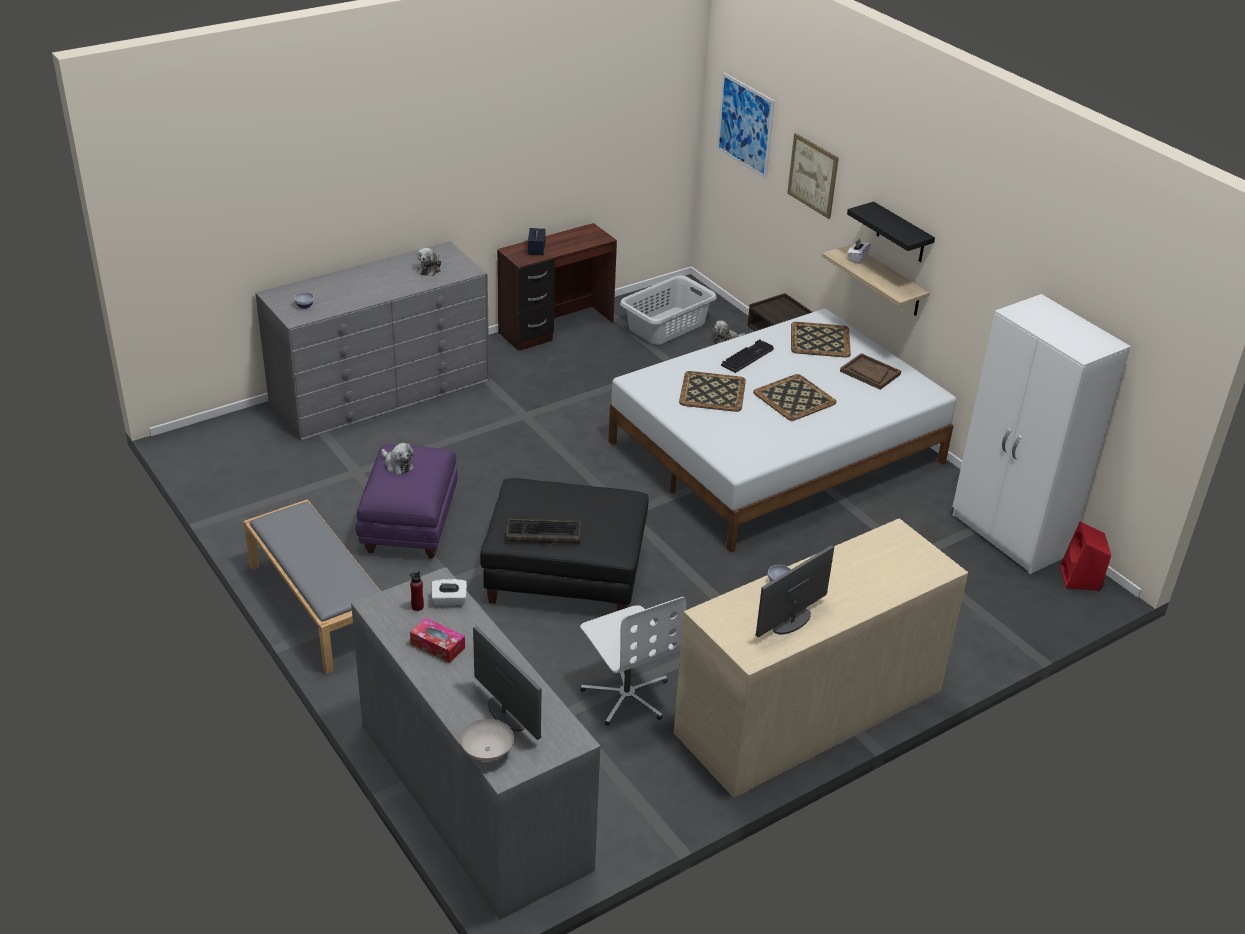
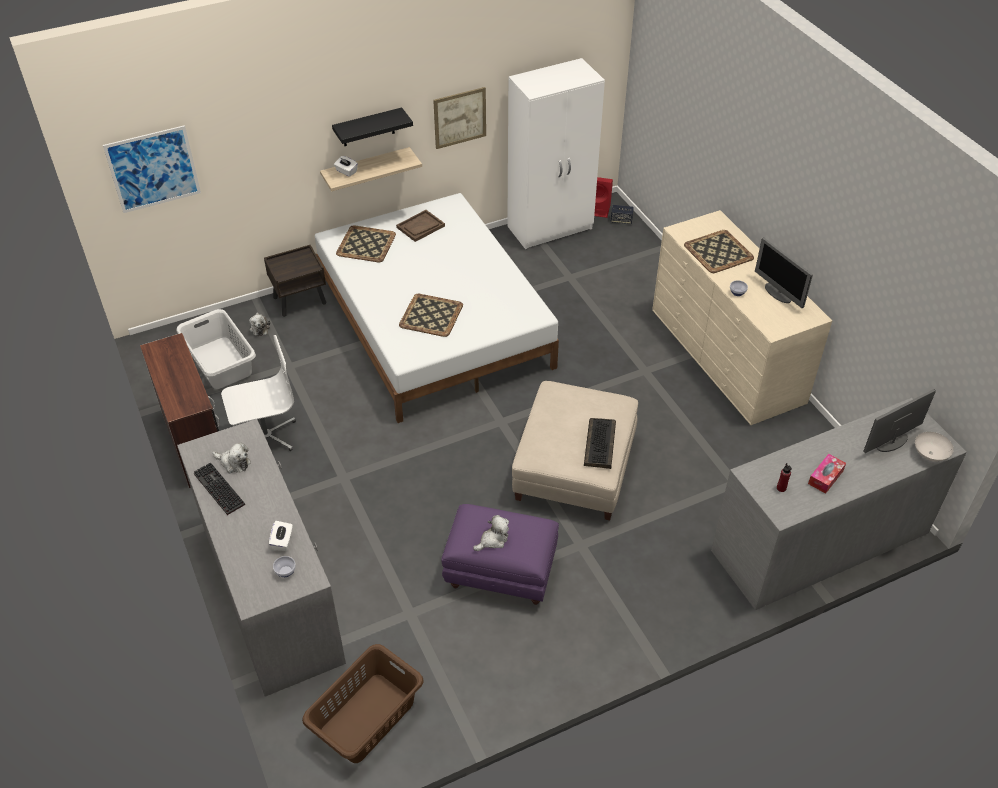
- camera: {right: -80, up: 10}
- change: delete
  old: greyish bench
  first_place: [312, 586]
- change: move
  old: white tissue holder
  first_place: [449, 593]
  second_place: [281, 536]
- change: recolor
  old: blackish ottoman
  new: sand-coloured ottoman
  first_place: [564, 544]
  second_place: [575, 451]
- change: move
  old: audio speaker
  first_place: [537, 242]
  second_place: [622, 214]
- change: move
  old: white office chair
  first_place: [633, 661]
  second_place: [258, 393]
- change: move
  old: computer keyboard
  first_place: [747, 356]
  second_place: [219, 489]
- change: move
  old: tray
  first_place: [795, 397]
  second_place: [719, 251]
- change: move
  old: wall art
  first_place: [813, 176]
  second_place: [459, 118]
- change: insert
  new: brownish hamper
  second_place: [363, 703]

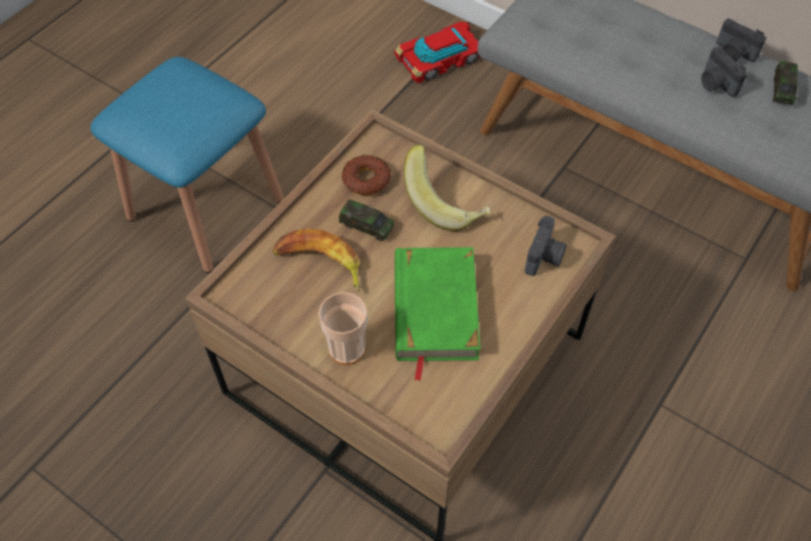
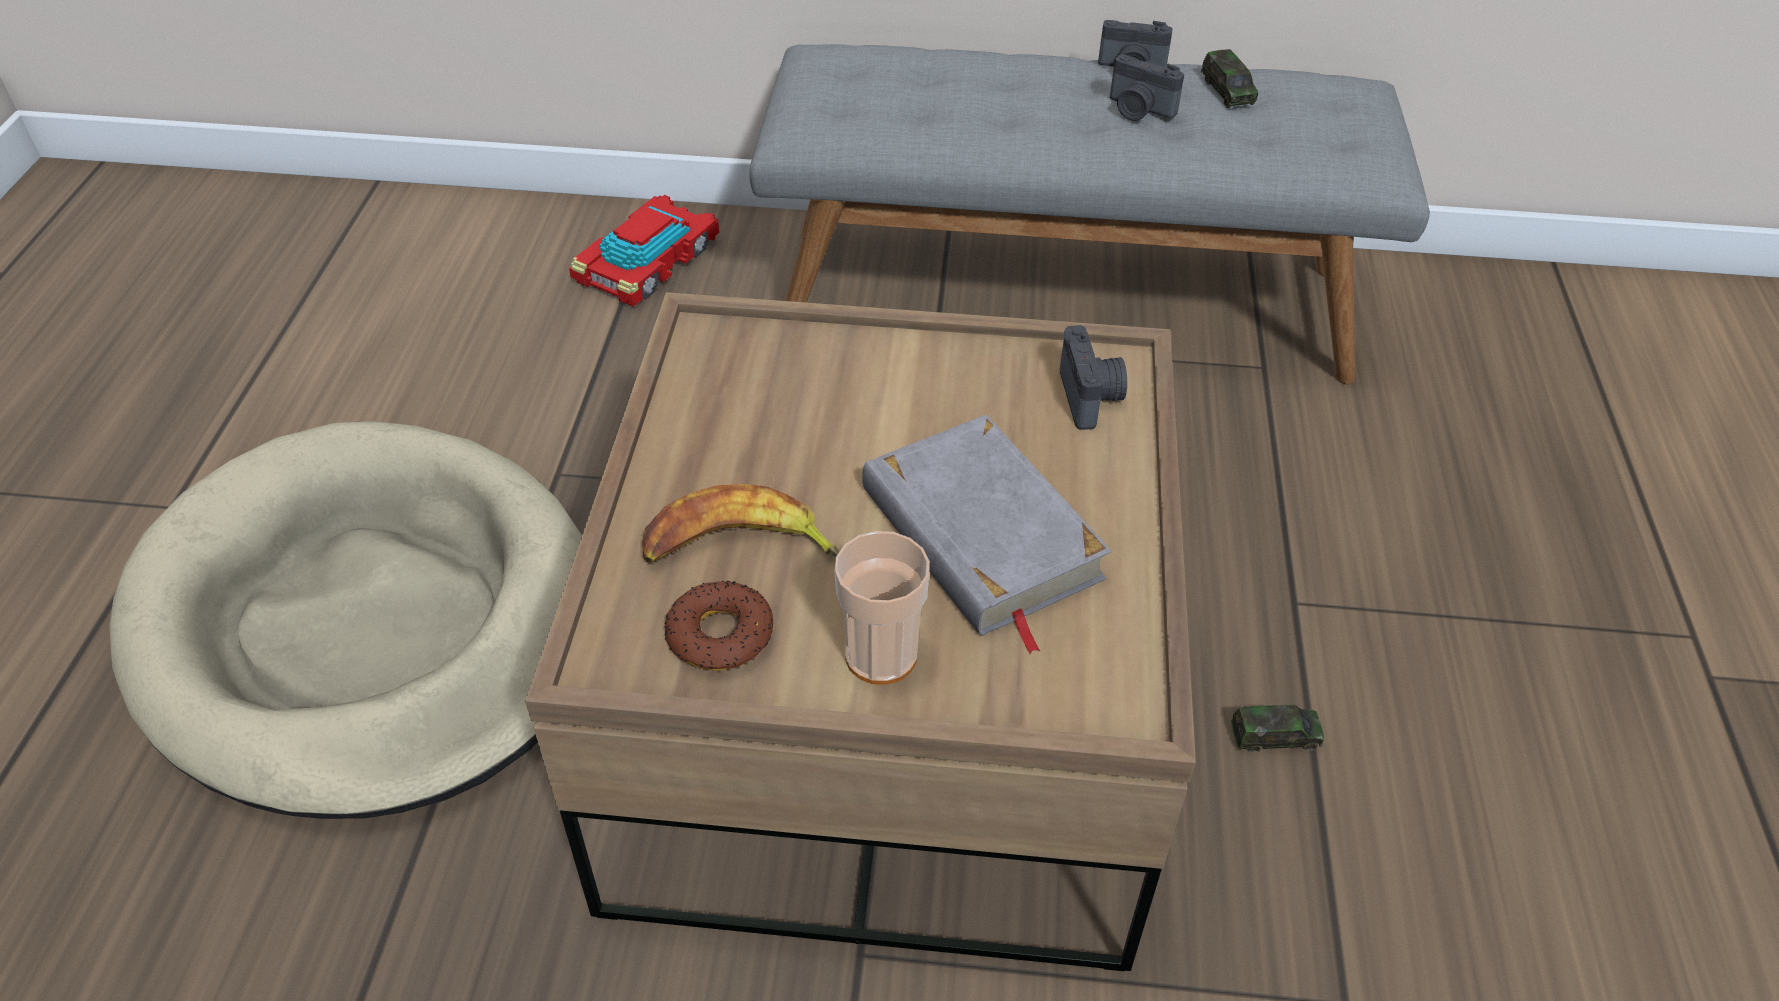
- camera: {right: -30, up: -10}
- change: replace
  old: blue-coloured sitting stool
  new: sand-coloured dog cushion
  first_place: [187, 165]
  second_place: [345, 620]
- change: move
  old: model car
  first_place: [366, 220]
  second_place: [1277, 728]
- change: move
  old: doughnut
  first_place: [366, 175]
  second_place: [718, 626]
- change: recolor
  old: green-coloured volume
  new: greyish volume
  first_place: [437, 314]
  second_place: [987, 534]
- change: delete
  old: banana
  first_place: [447, 187]

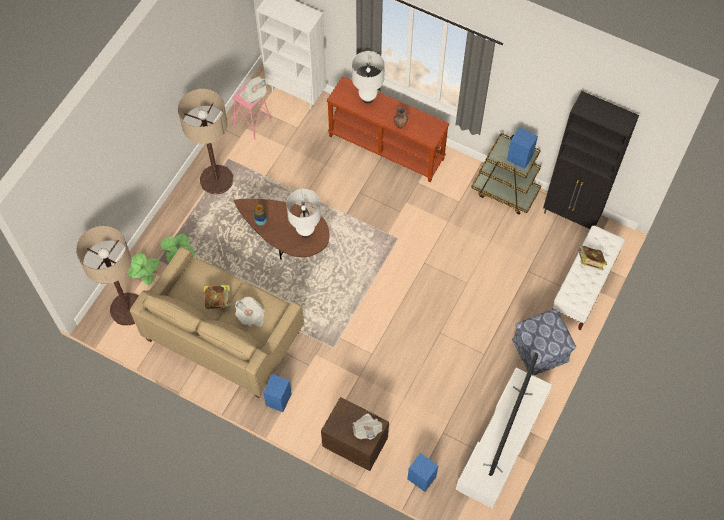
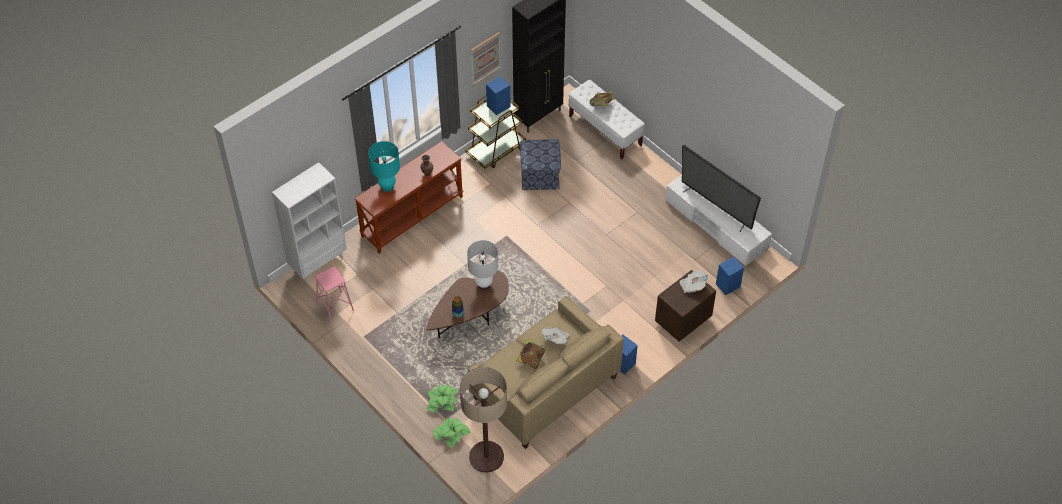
- camera: {right: -70, up: -10}
- change: delete
  old: standing lamp
  first_place: [205, 141]
- change: delete
  old: daily paper
  first_place: [253, 90]
- change: recolor
  old: white table lamp
  new: blue-green table lamp
  first_place: [368, 77]
  second_place: [384, 166]
- change: move
  old: ottoman
  first_place: [544, 342]
  second_place: [540, 164]
- change: insert
  new: wall art
  second_place: [486, 58]

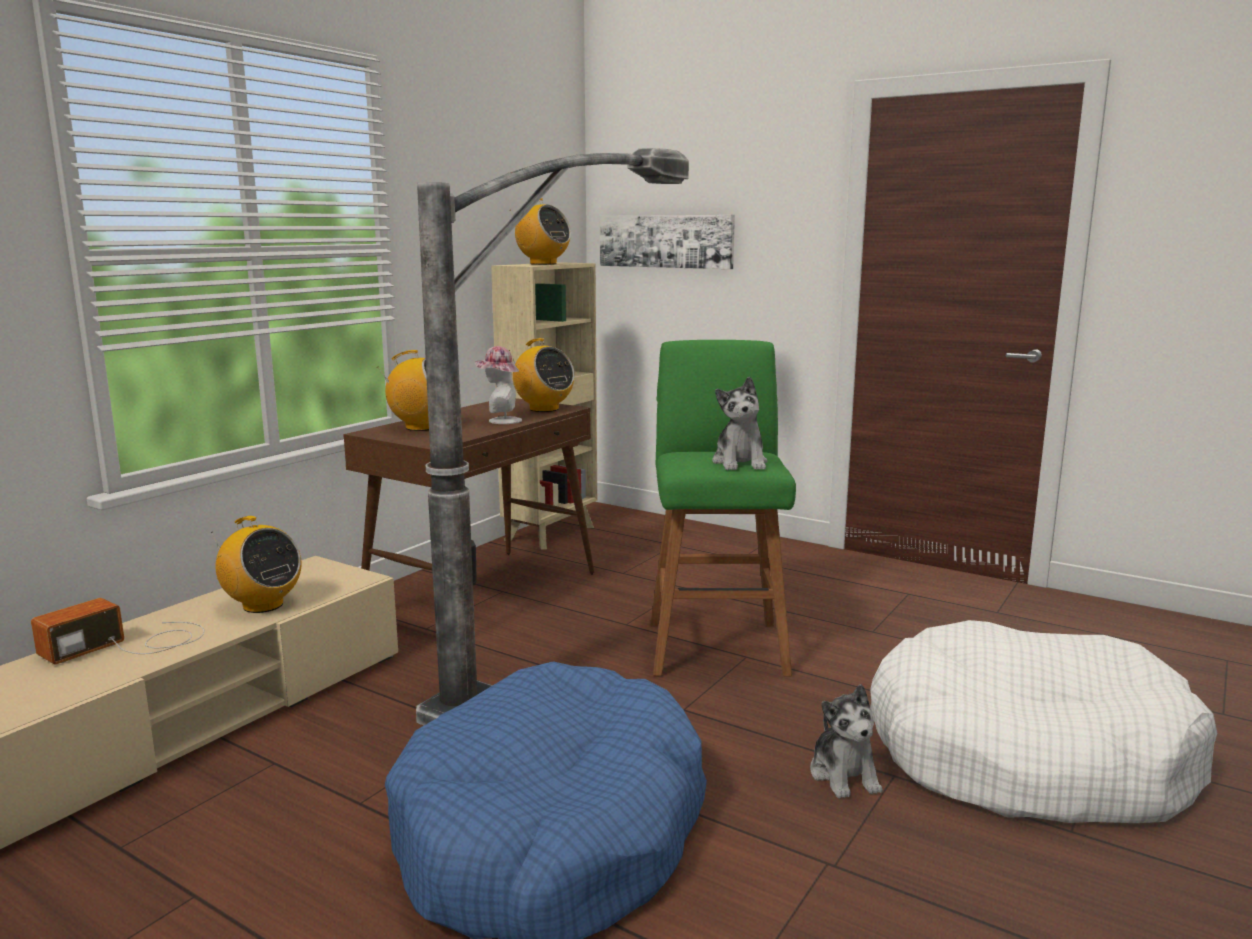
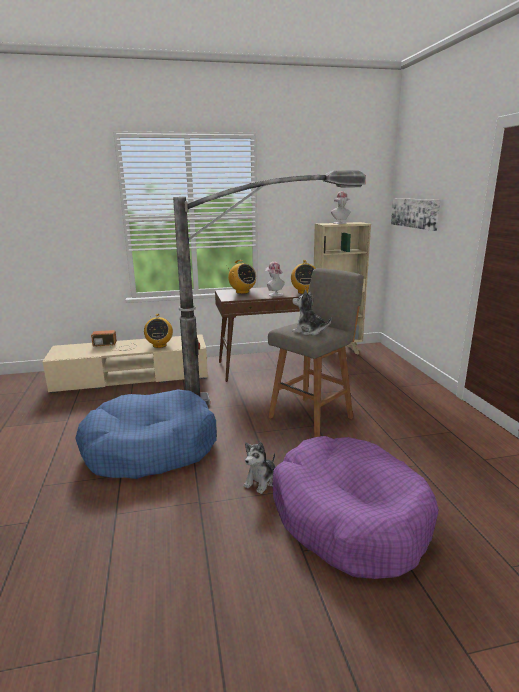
- camera: {right: 45, up: 5}
- change: replace
  old: radio
  new: hat
  first_place: [540, 231]
  second_place: [340, 207]
- change: recolor
  old: green-coloured sitting stool
  new: greyish sitting stool
  first_place: [723, 508]
  second_place: [316, 352]
- change: rotate
  old: soft toy
  first_place: [739, 423]
  second_place: [311, 312]
  degrees: 75
- change: recolor
  old: white dog cushion
  new: purple dog cushion
  first_place: [1043, 721]
  second_place: [356, 507]

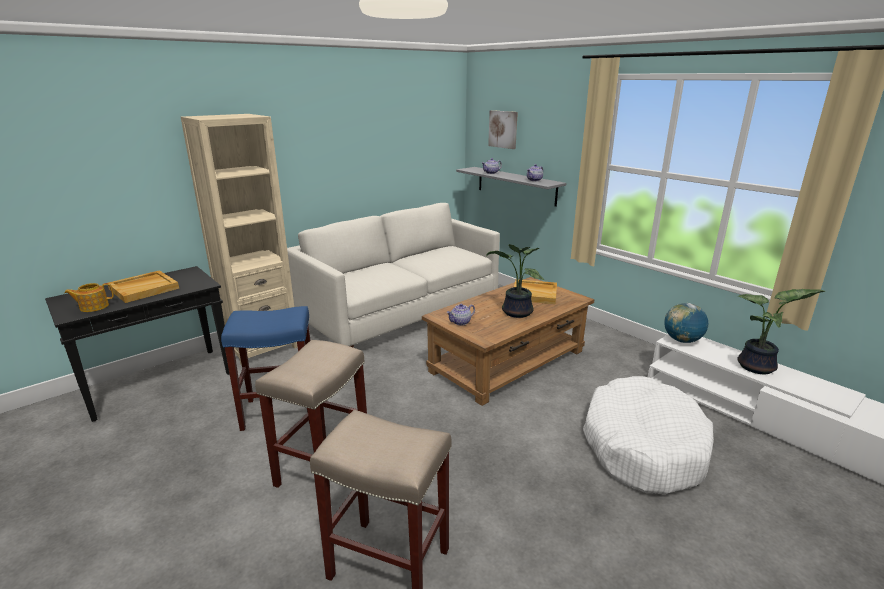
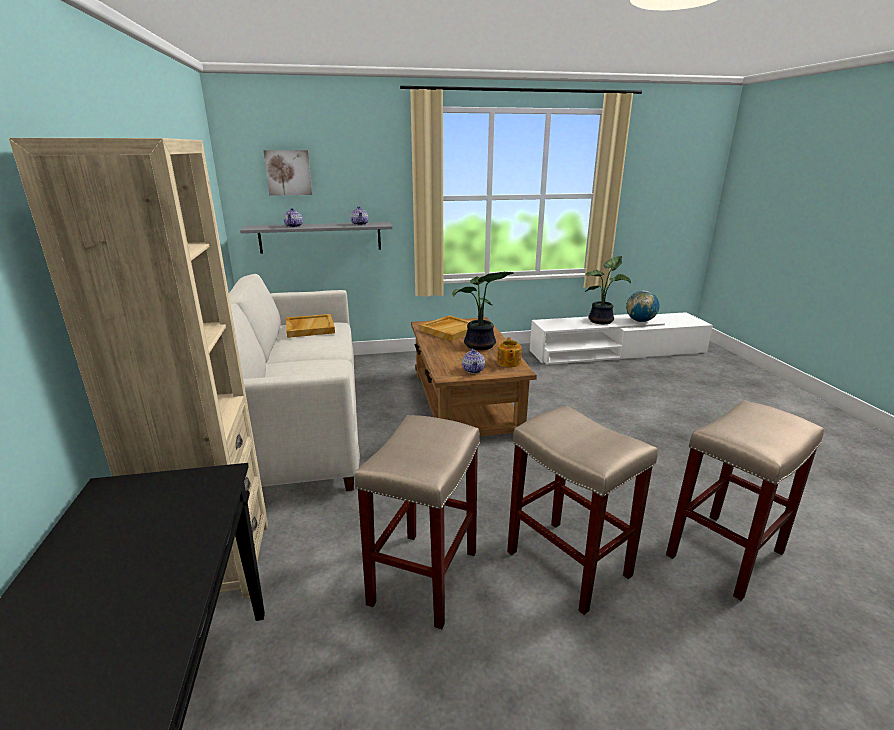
- camera: {right: -60, up: 0}
- change: move
  old: pot for tea
  first_place: [89, 297]
  second_place: [509, 352]
- change: move
  old: sand-coloured tray
  first_place: [143, 286]
  second_place: [310, 326]
- change: recolor
  old: blue-coloured sitting stool
  new: sand-coloured sitting stool
  first_place: [266, 368]
  second_place: [417, 522]
- change: delete
  old: white dog cushion
  first_place: [648, 435]
- change: move
  old: desk globe
  first_place: [686, 323]
  second_place: [643, 306]

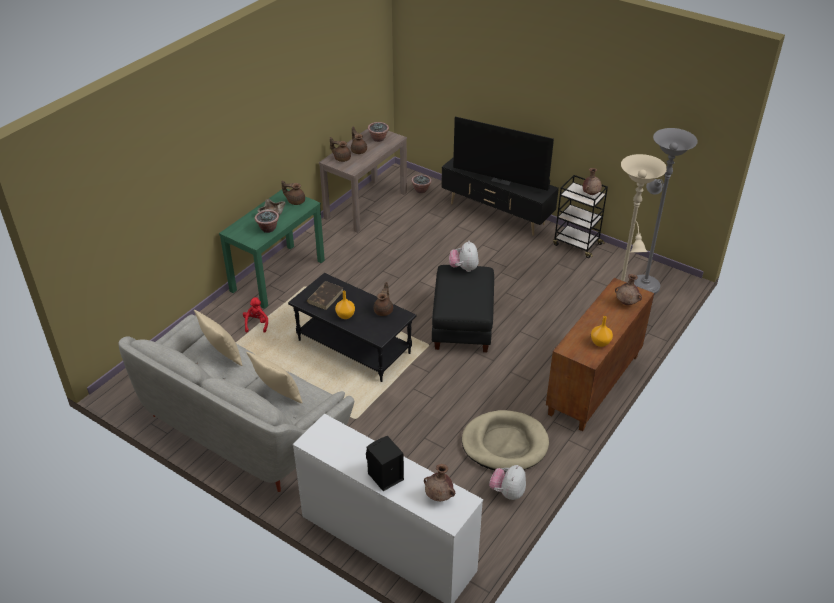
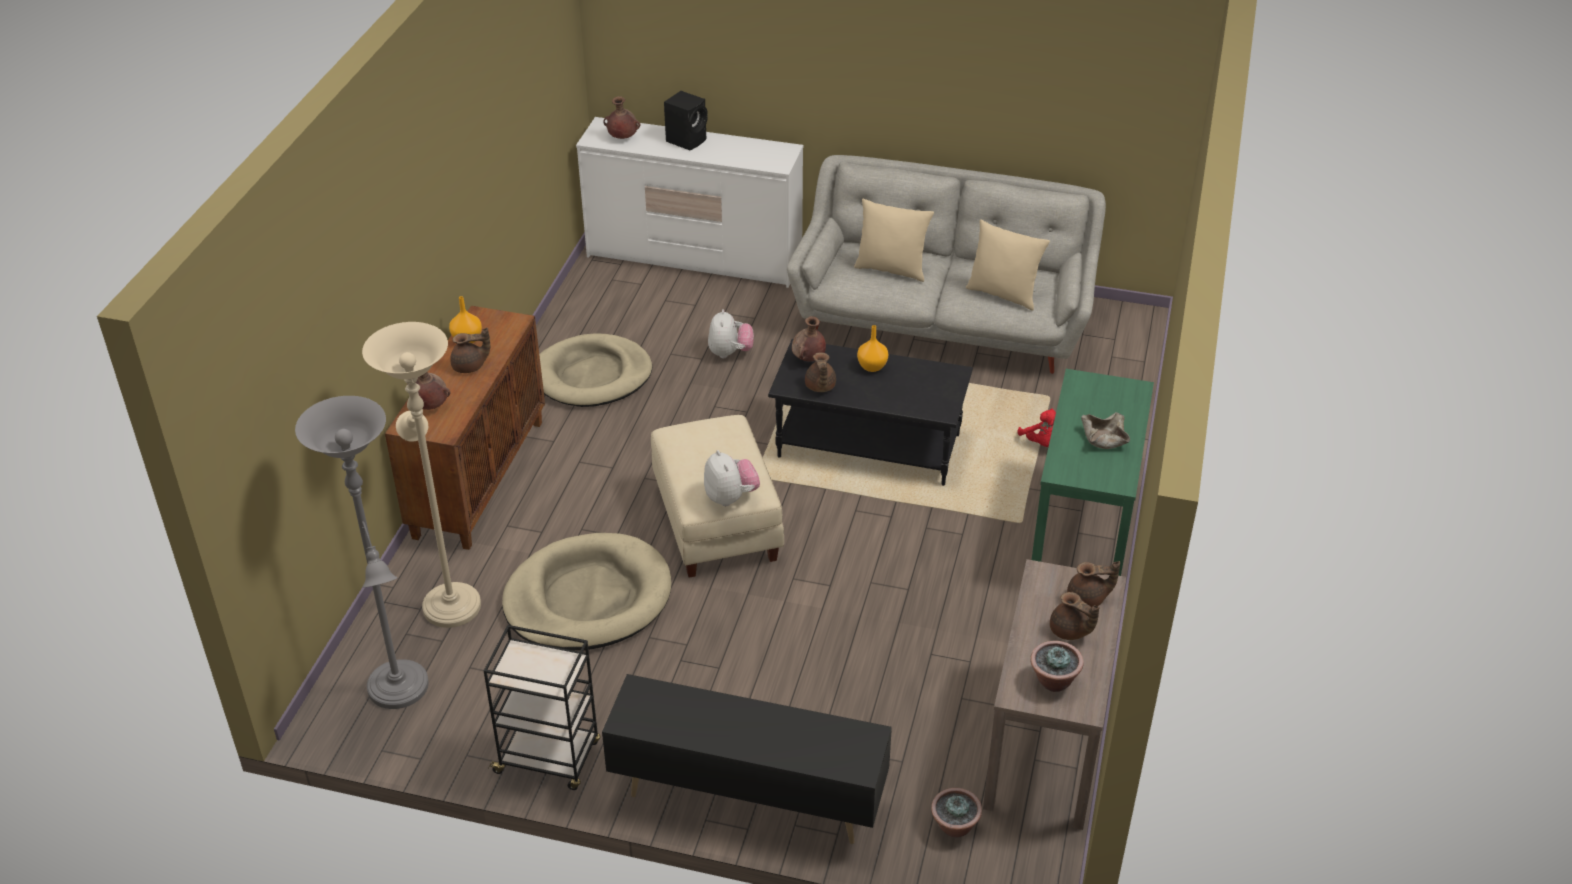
- camera: {right: 160, up: 0}
- change: delete
  old: plant in a pot
  first_place: [267, 221]
- change: move
  old: brownish pot for tea
  first_place: [293, 193]
  second_place: [470, 350]
- change: delete
  old: brownish volume
  first_place: [325, 295]
- change: recolor
  old: blackish ottoman
  new: sand-coloured ottoman
  first_place: [463, 308]
  second_place: [717, 496]
- change: delete
  old: TV
  first_place: [503, 154]
- change: move
  old: soft toy
  first_place: [507, 482]
  second_place: [731, 334]
- change: move
  old: brownish vase
  first_place: [592, 181]
  second_place: [809, 338]
- change: insert
  new: sand-coloured dog cushion
  second_place: [586, 592]

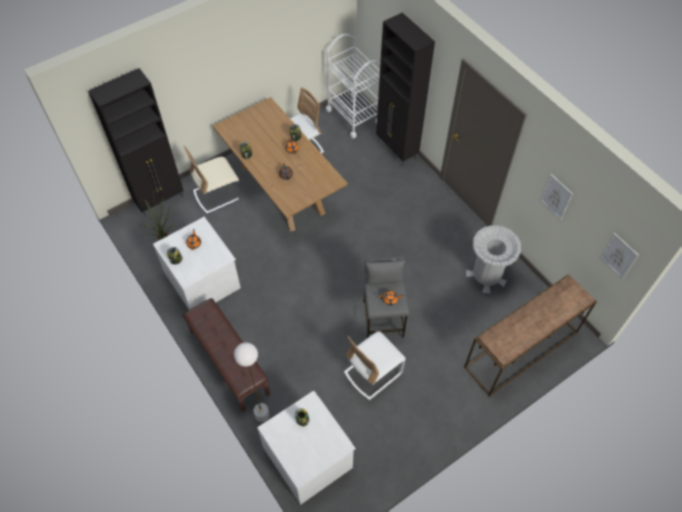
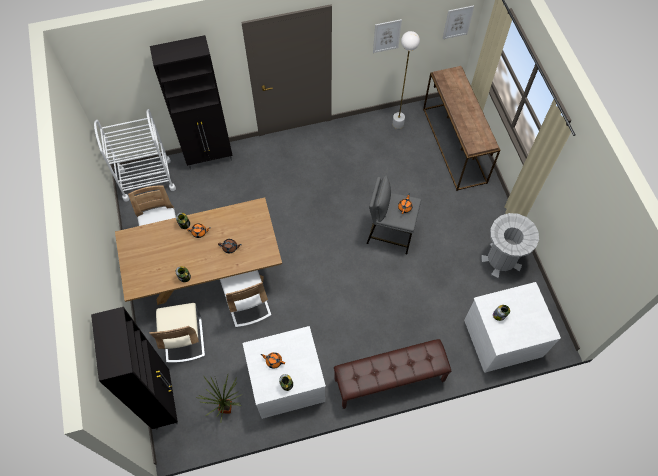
- camera: {right: -70, up: 5}
- change: move
  old: white standing lamp
  first_place: [252, 382]
  second_place: [406, 80]
- change: move
  old: white upright chair
  first_place: [375, 365]
  second_place: [245, 298]
- change: move
  old: greyish trash can
  first_place: [493, 259]
  second_place: [510, 245]

